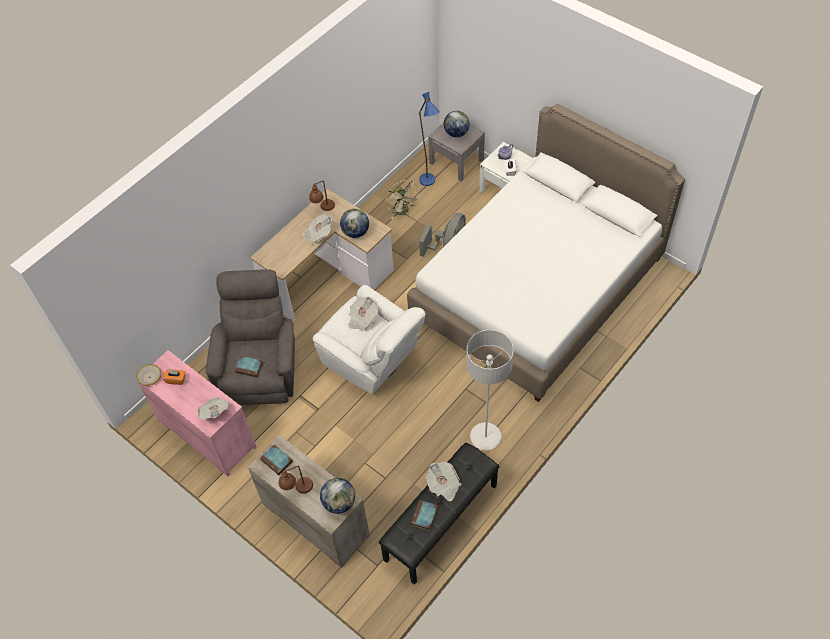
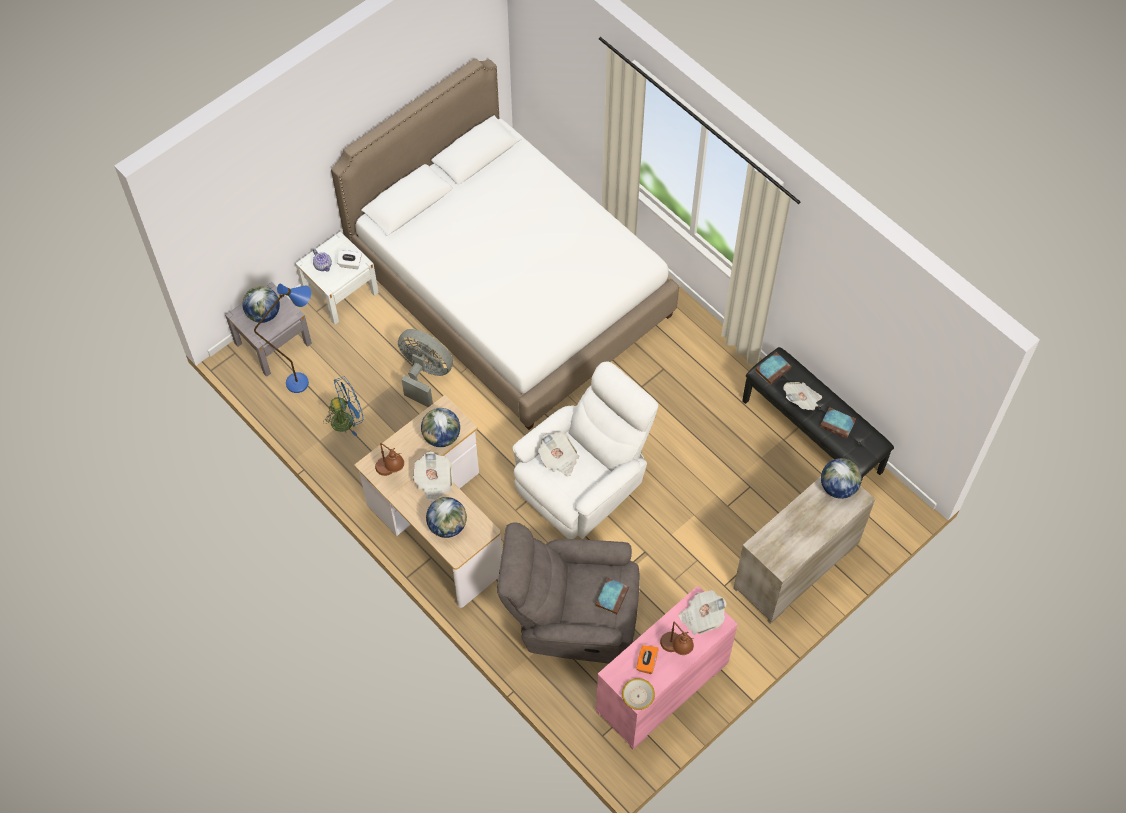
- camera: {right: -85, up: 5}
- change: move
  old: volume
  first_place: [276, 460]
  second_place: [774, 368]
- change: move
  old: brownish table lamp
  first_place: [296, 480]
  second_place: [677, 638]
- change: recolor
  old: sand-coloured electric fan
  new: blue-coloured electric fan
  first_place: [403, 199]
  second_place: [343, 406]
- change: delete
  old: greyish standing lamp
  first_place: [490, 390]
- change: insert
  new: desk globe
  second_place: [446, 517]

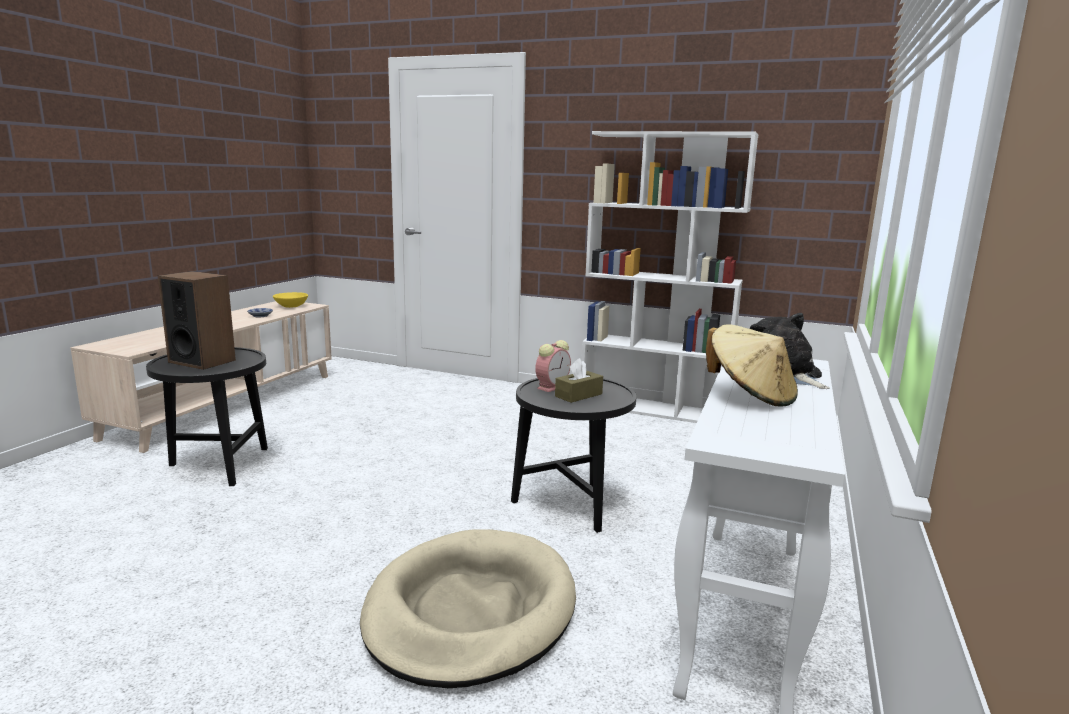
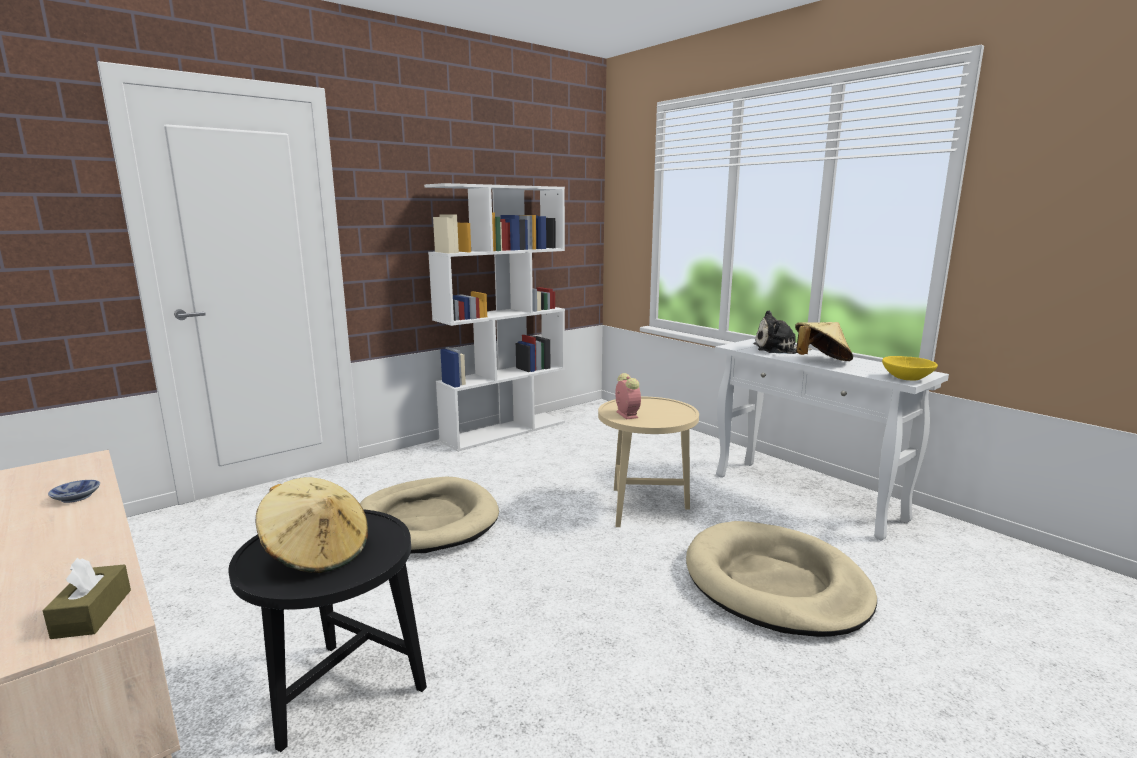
- camera: {right: -60, up: 0}
- change: replace
  old: audio speaker
  new: sand-coloured hat
  first_place: [197, 320]
  second_place: [312, 525]
- change: move
  old: yellowish deep dish
  first_place: [290, 300]
  second_place: [910, 368]
- change: recolor
  old: blackish accent table
  new: sand-coloured accent table
  first_place: [573, 455]
  second_place: [648, 462]
- change: move
  old: brownish tissue holder
  first_place: [579, 380]
  second_place: [87, 598]
- change: insert
  new: sand-coloured dog cushion
  second_place: [429, 515]

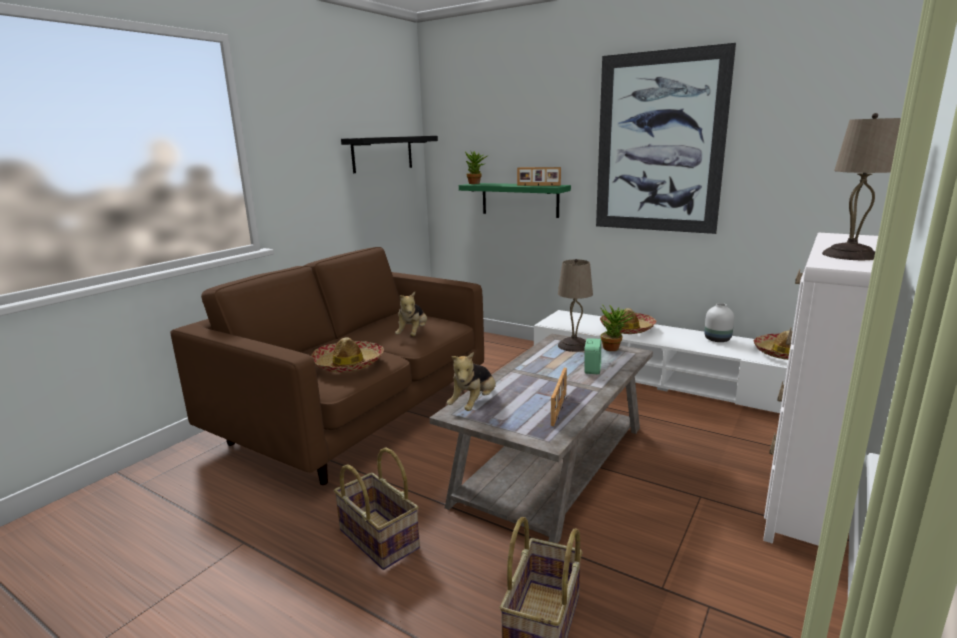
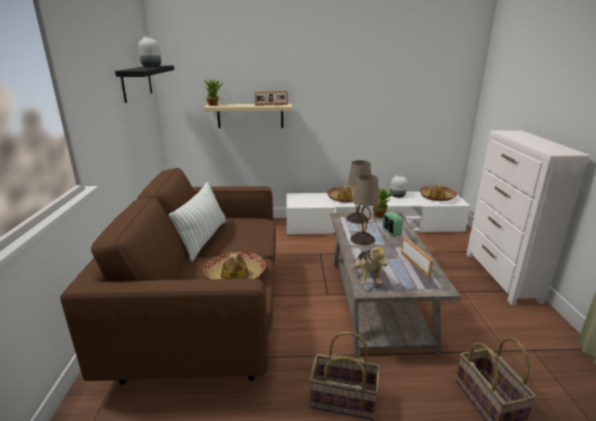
- camera: {right: -35, up: 5}
- change: delete
  old: soft toy
  first_place: [411, 314]
- change: recolor
  old: green-coloured shelf
  new: sand-coloured shelf
  first_place: [515, 200]
  second_place: [248, 116]
- change: delete
  old: wall art
  first_place: [666, 138]
- change: move
  old: sand-coloured table lamp
  first_place: [861, 186]
  second_place: [365, 209]
- change: insert
  new: white vase
  second_place: [149, 51]
- change: insert
  new: throw pillow
  second_place: [197, 222]

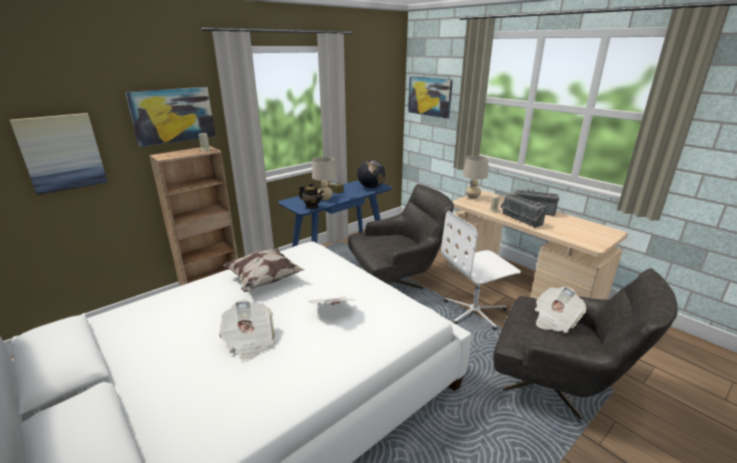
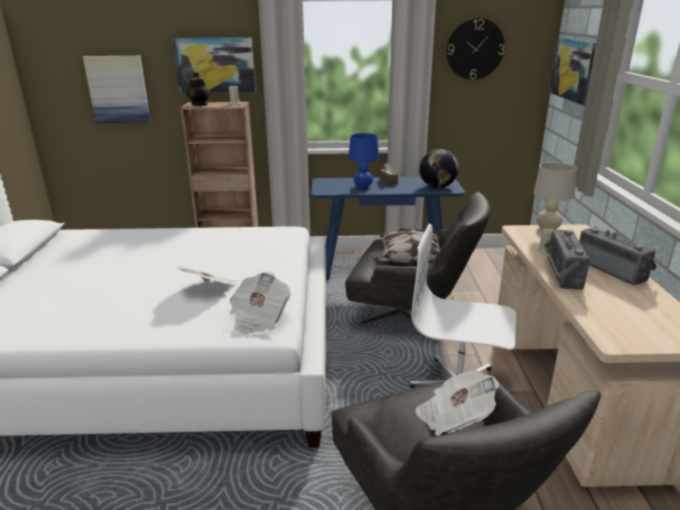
- camera: {right: 40, up: 0}
- change: move
  old: daily paper
  first_place: [247, 331]
  second_place: [260, 303]
- change: move
  old: throw pillow
  first_place: [263, 269]
  second_place: [409, 246]
- change: move
  old: pot for tea
  first_place: [311, 195]
  second_place: [198, 88]
- change: recolor
  old: sand-coloured table lamp
  new: blue-coloured table lamp
  first_place: [324, 178]
  second_place: [363, 160]
- change: insert
  new: hanging clock
  second_place: [475, 49]

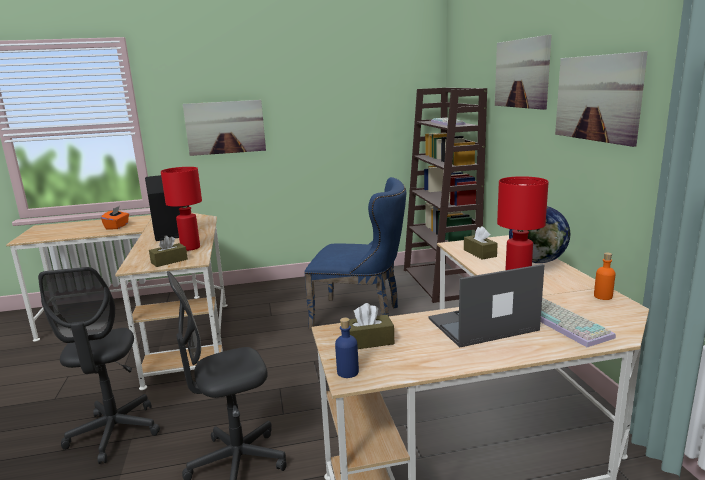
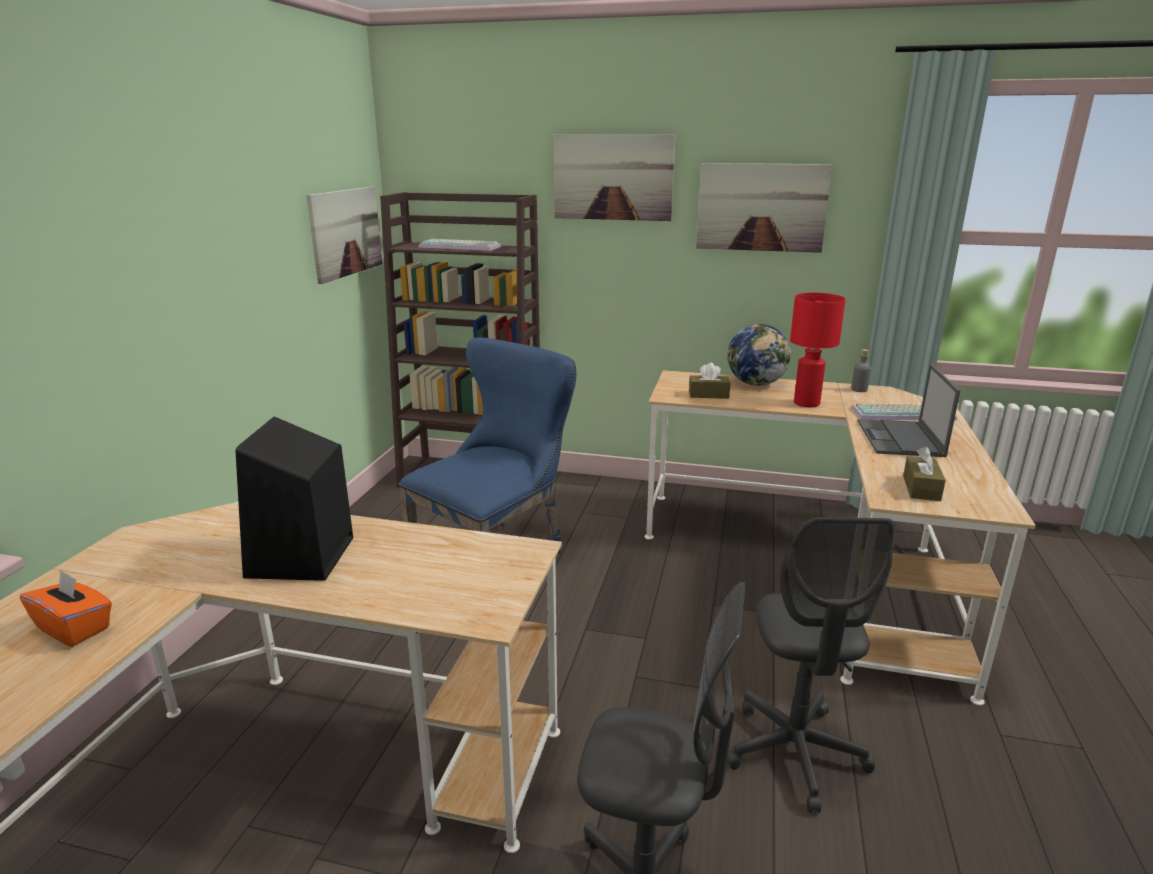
- camera: {right: -65, up: 5}
- change: delete
  old: brownish tissue holder
  first_place: [168, 251]
- change: delete
  old: reddish table lamp
  first_place: [181, 209]
- change: move
  old: wall art
  first_place: [224, 128]
  second_place: [344, 235]
- change: delete
  old: blue-coloured bottle
  first_place: [347, 348]
- change: recolor
  old: orange bottle
  new: greyish bottle
  first_place: [604, 276]
  second_place: [861, 370]

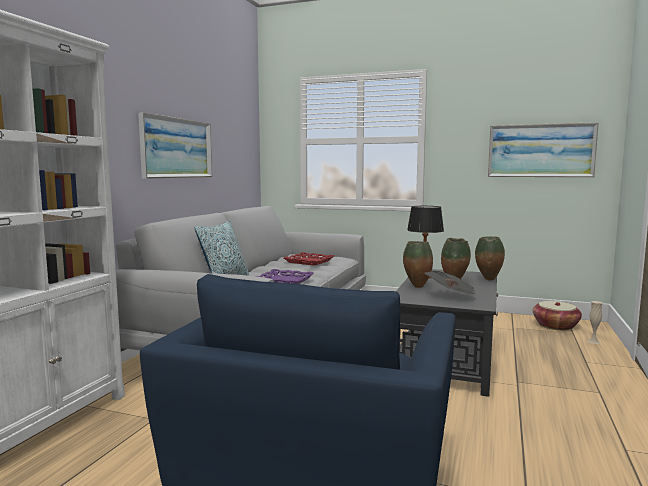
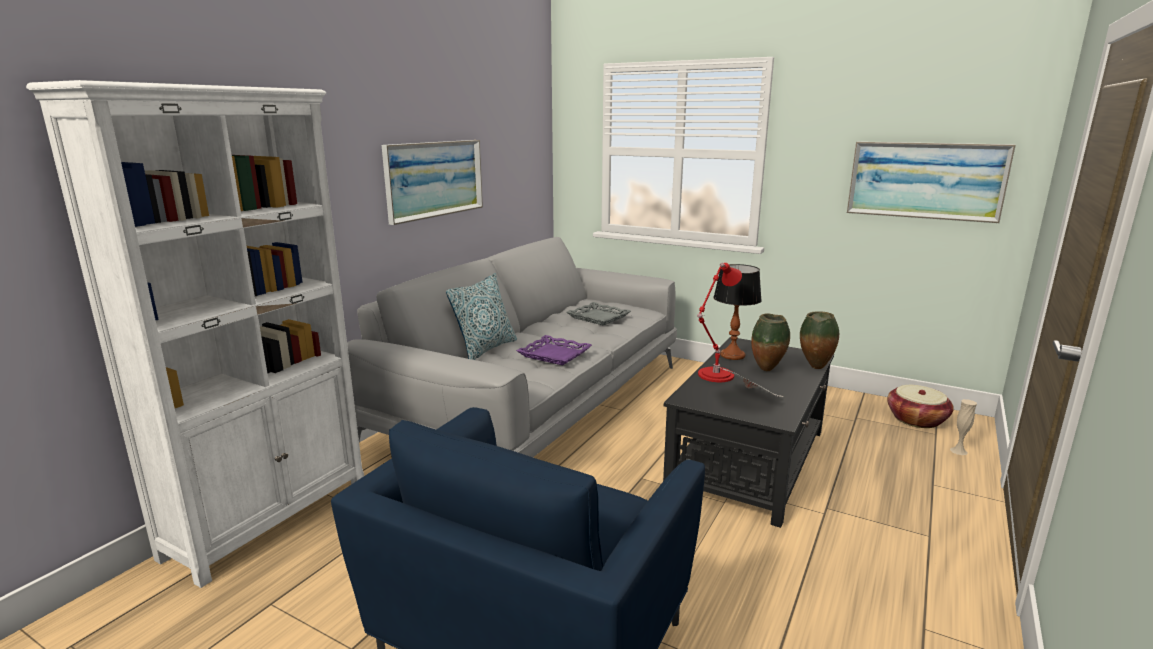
- camera: {right: 10, up: 10}
- change: recolor
  old: reddish tray
  new: greyish tray
  first_place: [309, 259]
  second_place: [598, 313]
- change: replace
  old: vase
  new: reddish table lamp
  first_place: [418, 264]
  second_place: [719, 322]

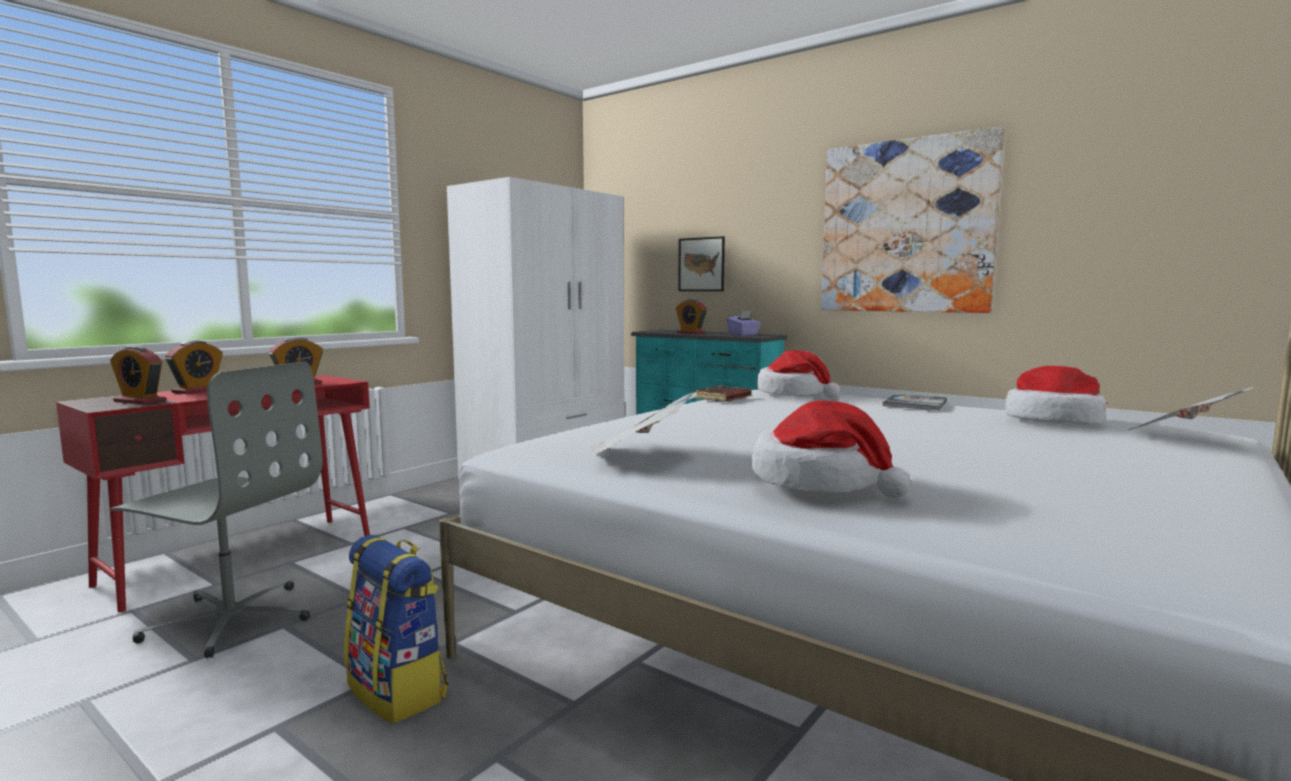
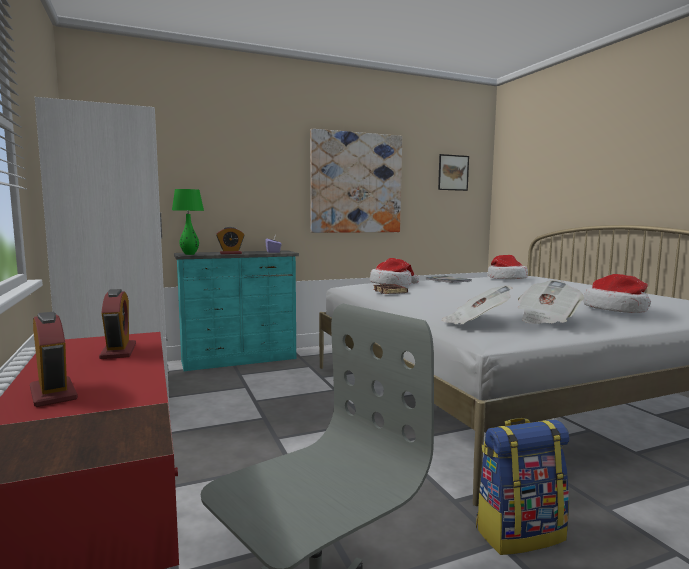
- camera: {right: -60, up: 0}
- change: delete
  old: table clock
  first_place: [138, 375]
- change: move
  old: wall art
  first_place: [701, 263]
  second_place: [453, 172]
- change: move
  old: daily paper
  first_place: [1190, 408]
  second_place: [477, 305]
- change: insert
  new: green-coloured table lamp
  second_place: [188, 222]

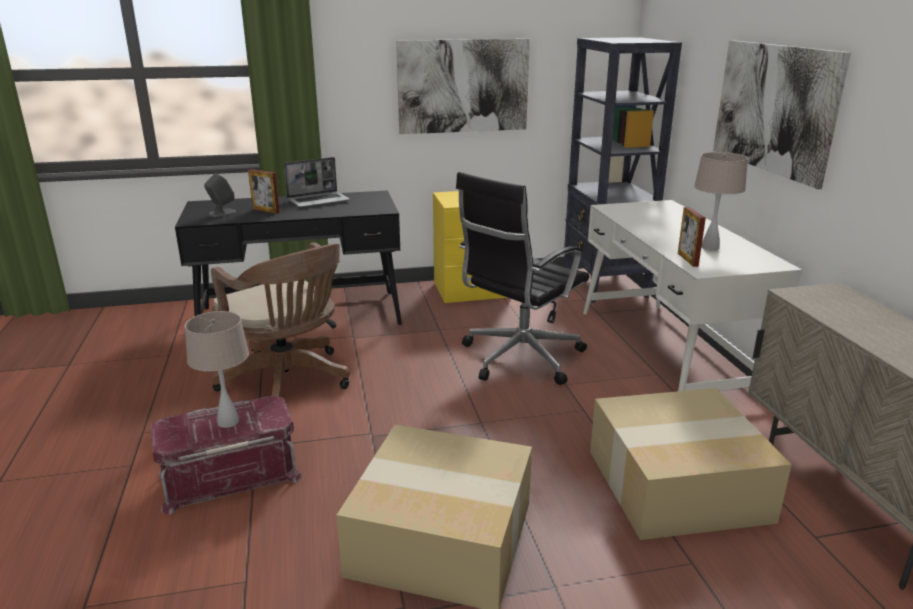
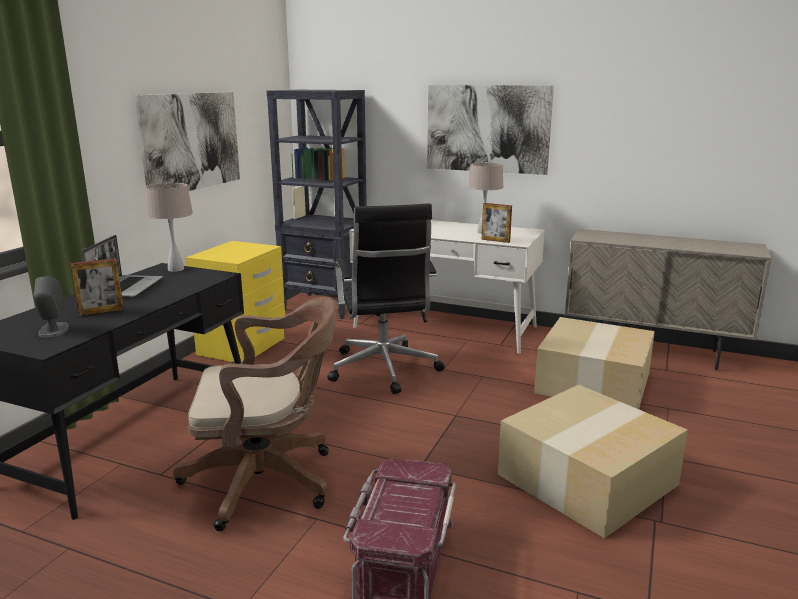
- camera: {right: -55, up: -5}
- change: move
  old: sand-coloured table lamp
  first_place: [216, 369]
  second_place: [169, 227]

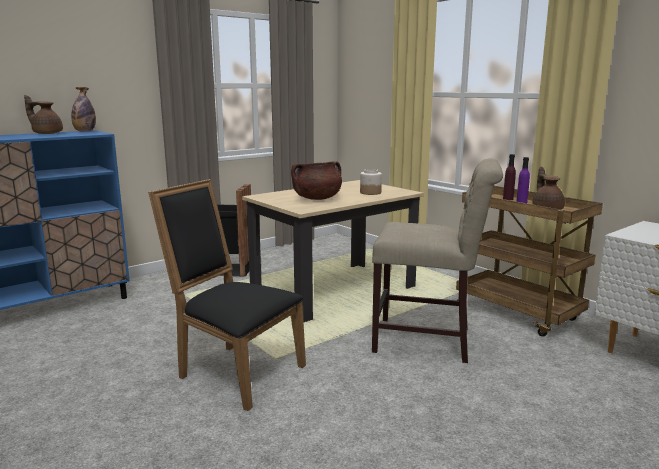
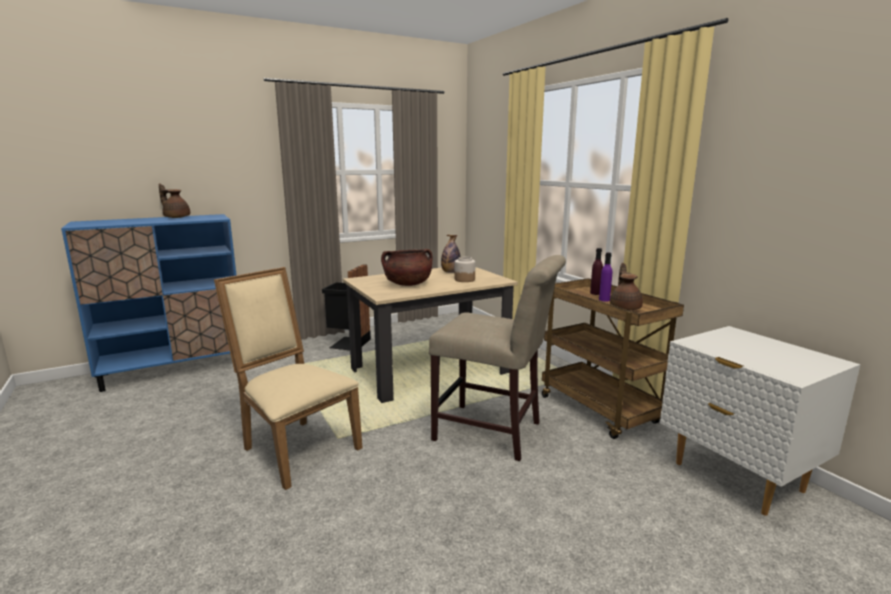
- camera: {right: 10, up: 0}
- change: move
  old: bottle
  first_place: [83, 109]
  second_place: [451, 254]
- change: recolor
  old: blackish upright chair
  new: sand-coloured upright chair
  first_place: [227, 295]
  second_place: [288, 378]

